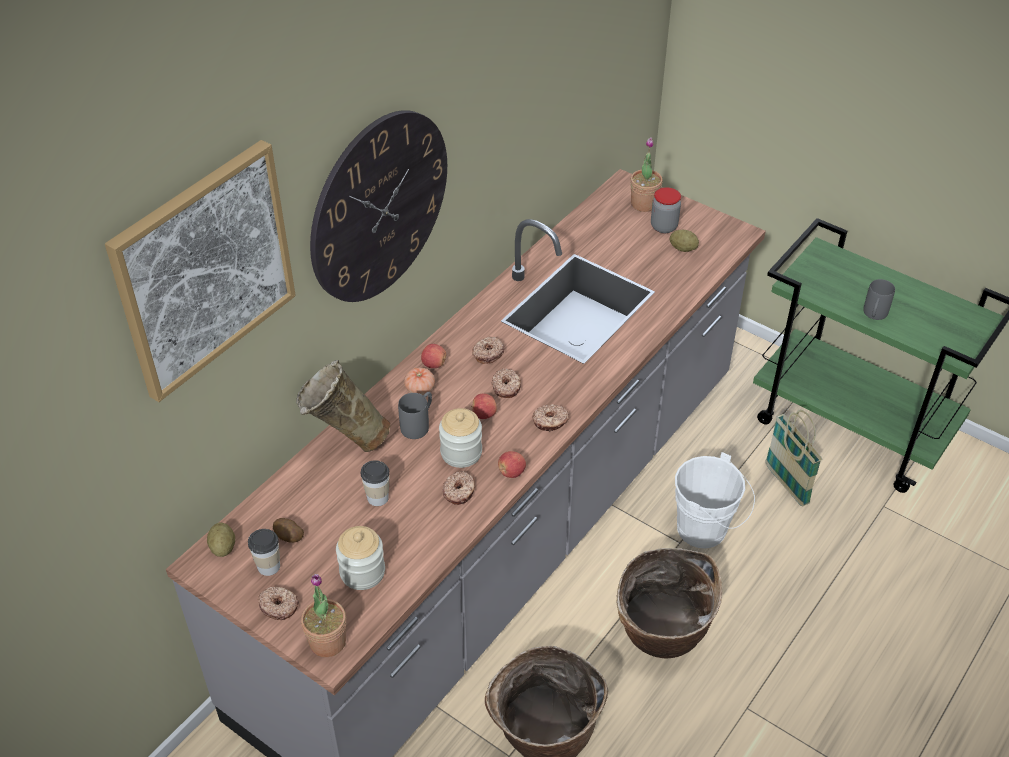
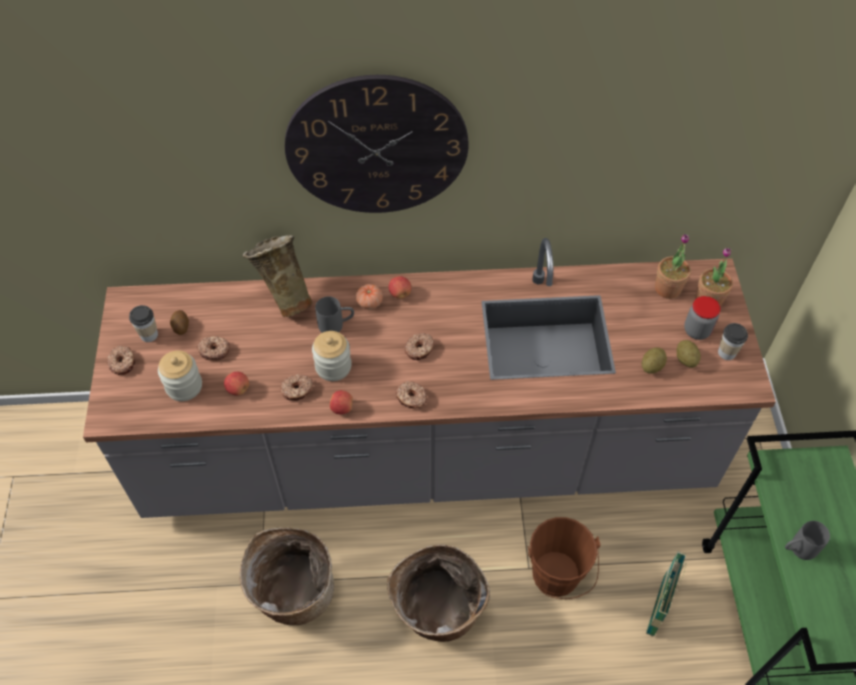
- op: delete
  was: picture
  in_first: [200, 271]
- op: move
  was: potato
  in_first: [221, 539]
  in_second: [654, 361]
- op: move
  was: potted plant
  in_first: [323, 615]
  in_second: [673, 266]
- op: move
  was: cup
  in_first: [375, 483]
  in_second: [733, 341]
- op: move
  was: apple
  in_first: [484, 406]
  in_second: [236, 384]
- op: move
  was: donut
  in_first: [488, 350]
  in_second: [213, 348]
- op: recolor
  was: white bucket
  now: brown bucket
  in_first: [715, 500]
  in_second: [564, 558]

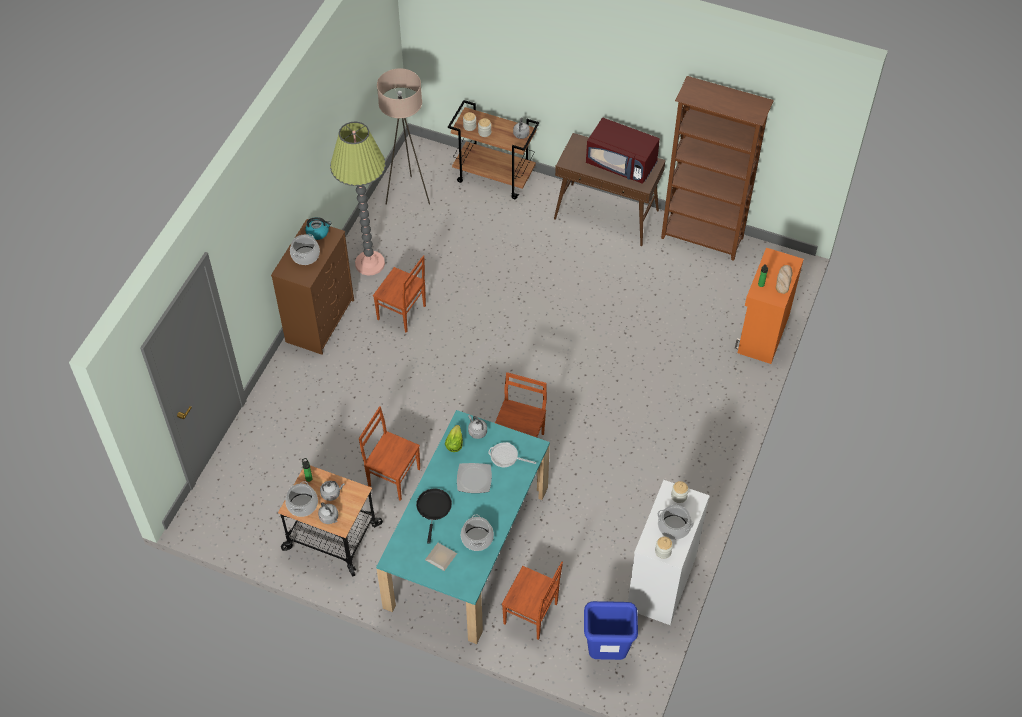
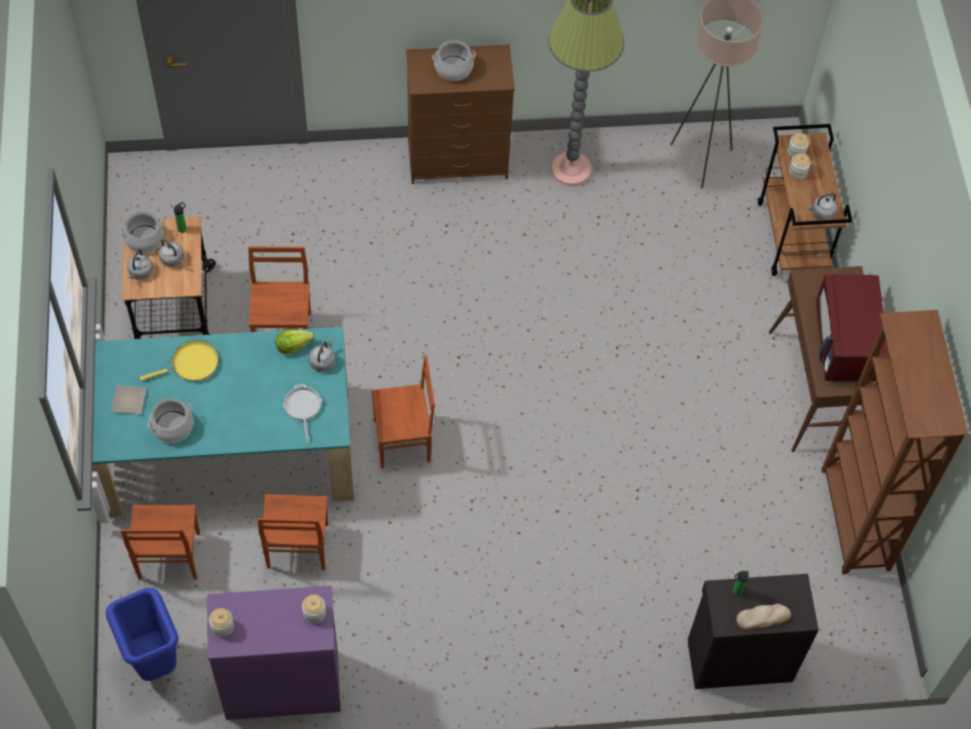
- op: delete
  was: kettle
  in_first: [318, 228]
- op: delete
  was: plate
  in_first: [474, 478]
- op: delete
  was: cooking pot
  in_first: [675, 522]
- op: move
  was: brown chair
  in_first: [399, 294]
  in_second: [293, 532]
- op: recolor
  was: black frying pan
  now: yellow frying pan
  in_first: [434, 516]
  in_second: [179, 361]
- op: recolor
  was: white dresser
  now: purple dresser
  in_first: [669, 552]
  in_second: [274, 653]
- op: recolor
  was: orange cabinet
  now: black cabinet
  in_first: [769, 306]
  in_second: [753, 631]

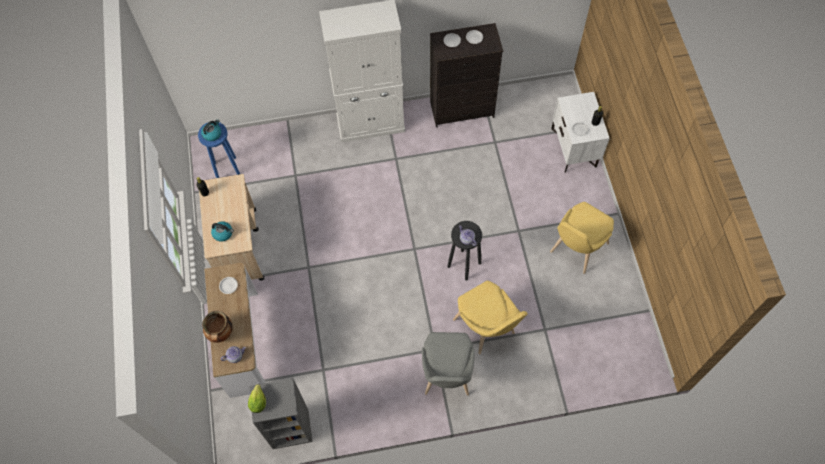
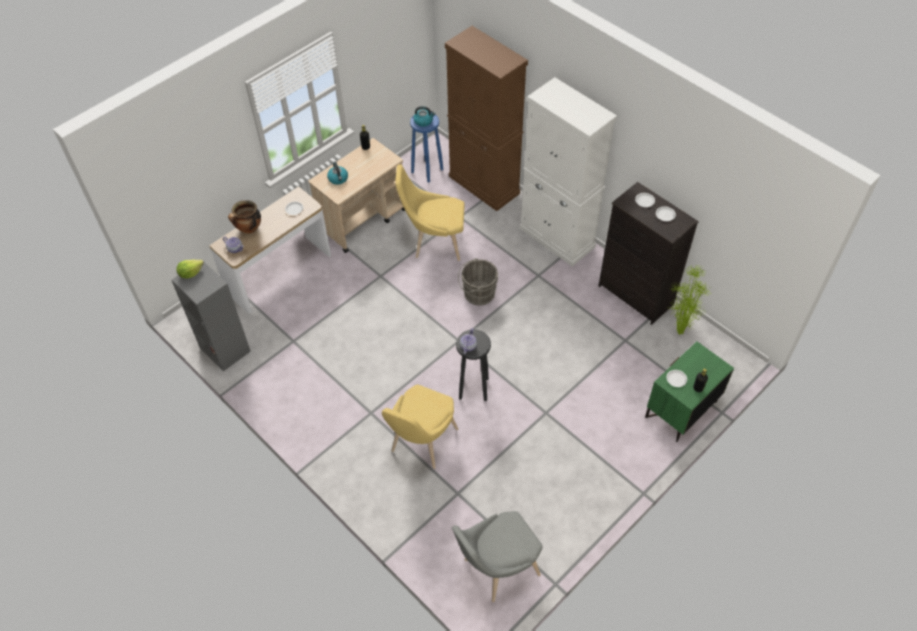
- op: insert
  now: brown cabinet
  in_second: [486, 118]
- op: insert
  now: grey bucket
  in_second: [478, 282]
- op: insert
  now: potted plant
  in_second: [690, 300]
- op: move
  was: grey chair
  in_first: [448, 364]
  in_second: [497, 556]
- op: move
  was: yellow chair
  in_first: [582, 238]
  in_second: [430, 212]
- op: recolor
  was: white nightstand
  now: green nightstand
  in_first: [580, 132]
  in_second: [689, 391]

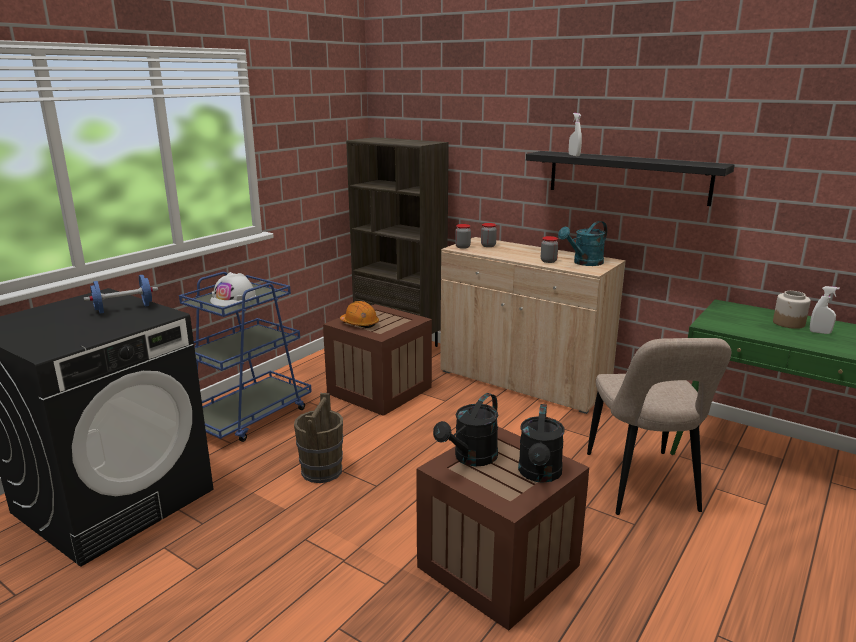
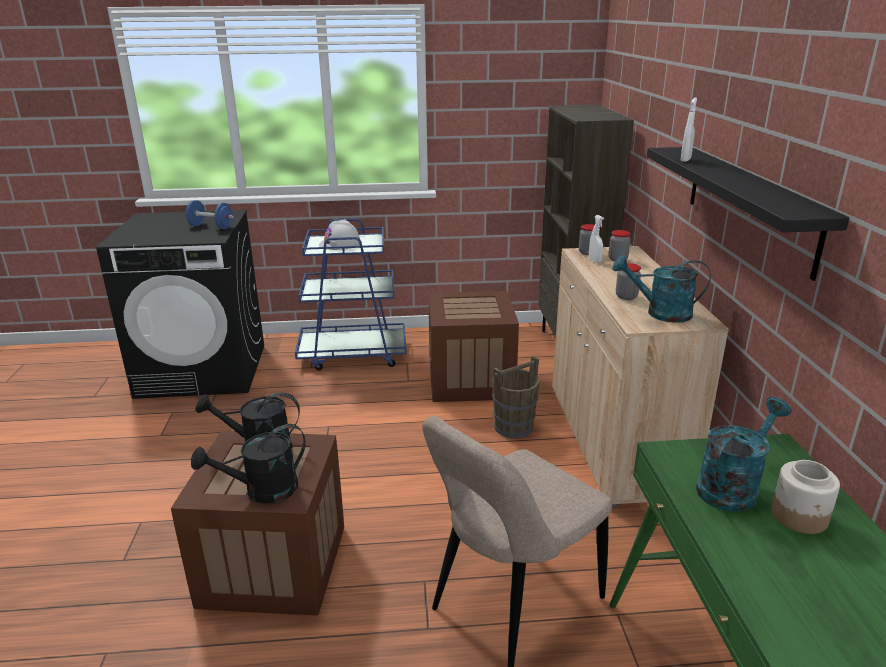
- op: delete
  was: orange hard hat
  in_first: [359, 314]
- op: insert
  now: turquoise watering can
  in_second: [743, 454]
- op: move
  was: brown bucket
  in_first: [318, 438]
  in_second: [516, 397]
- op: move
  was: white spray bottle
  in_first: [825, 310]
  in_second: [596, 239]

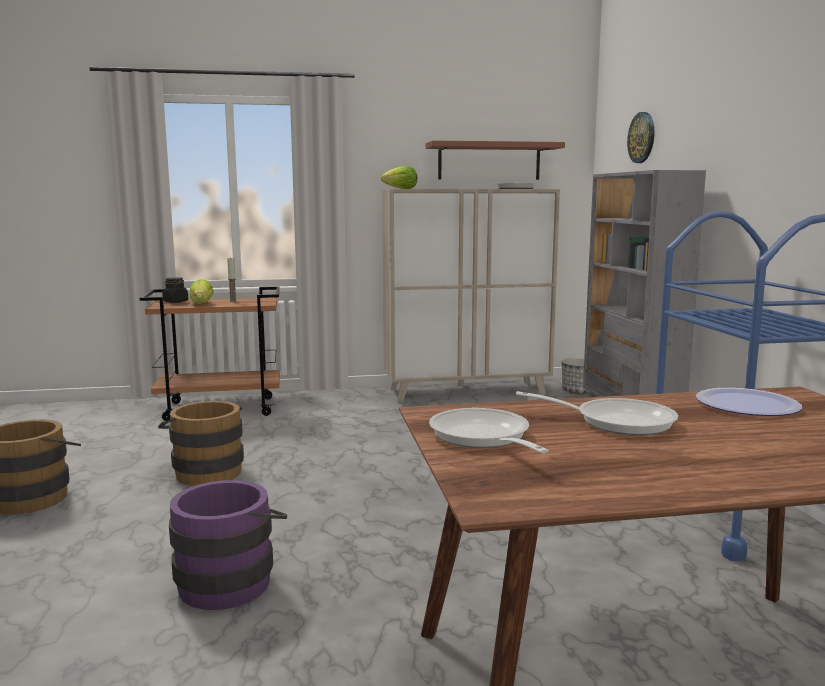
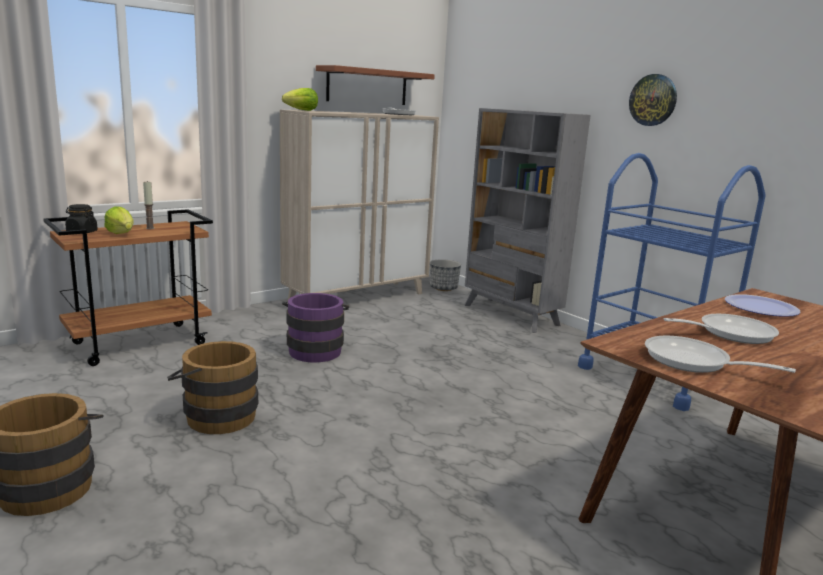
- op: move
  was: purple bucket
  in_first: [228, 545]
  in_second: [315, 327]
- op: move
  was: wall clock
  in_first: [640, 137]
  in_second: [653, 100]

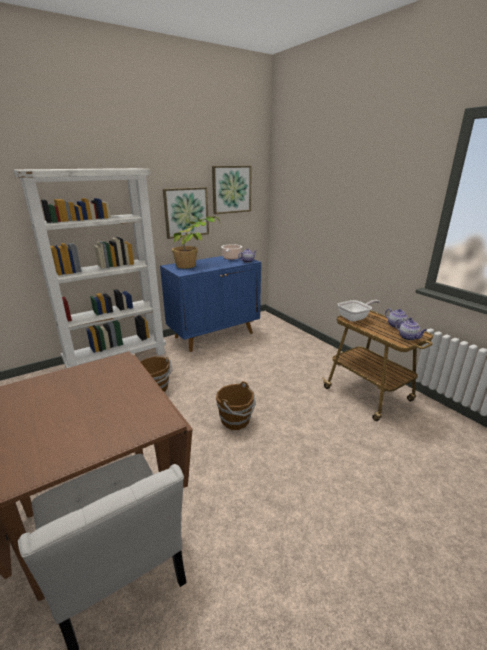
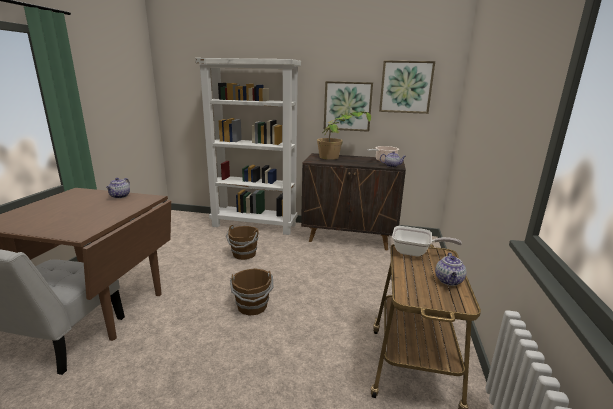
- op: move
  was: teapot
  in_first: [411, 329]
  in_second: [118, 188]
- op: recolor
  was: blue cabinet
  now: brown cabinet
  in_first: [210, 304]
  in_second: [353, 201]

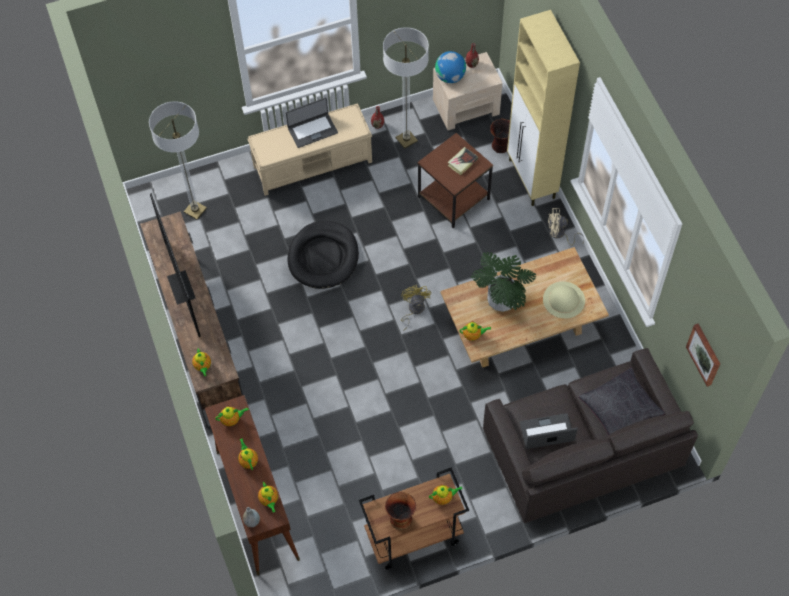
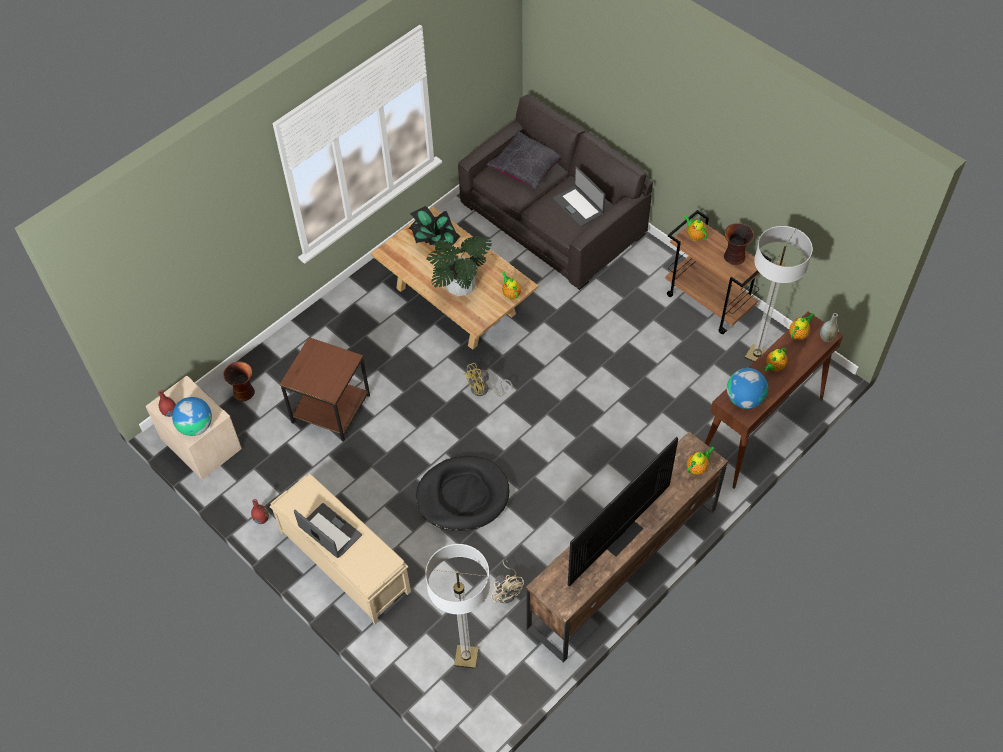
- op: delete
  was: book
  in_first: [463, 161]
- op: delete
  was: beige cabinet
  in_first: [543, 108]
- op: delete
  was: picture
  in_first: [703, 355]
- op: move
  was: floor lamp
  in_first: [406, 88]
  in_second: [779, 294]
- op: move
  was: beige fan
  in_first: [566, 227]
  in_second: [507, 581]
- op: replace
  was: teapot
  now: globe
  in_first: [232, 416]
  in_second: [747, 388]
- op: replace
  was: beige hat
  now: potted plant
  in_first: [564, 300]
  in_second: [434, 226]

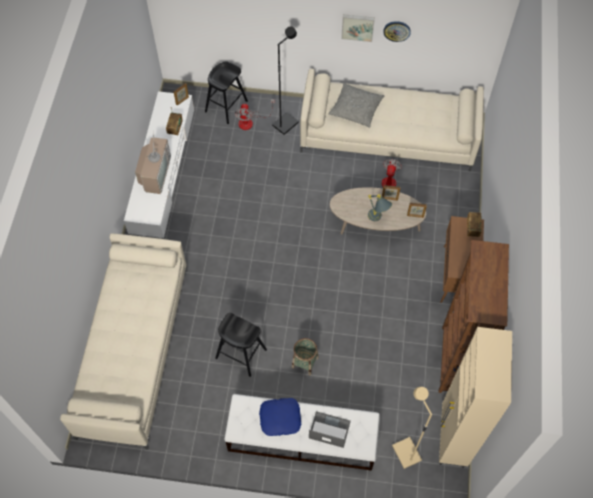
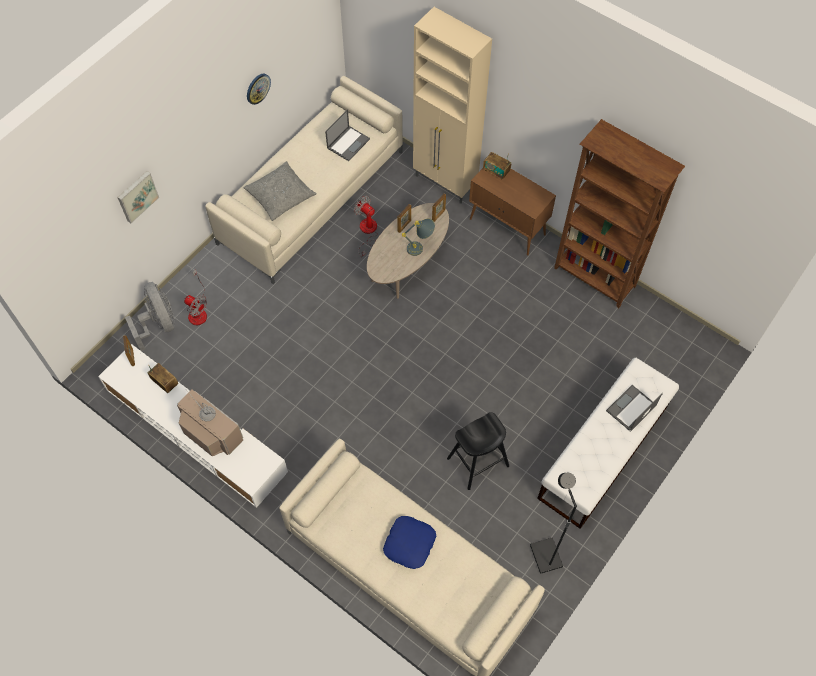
- op: delete
  was: basket
  in_first: [305, 357]
- op: delete
  was: beige floor lamp
  in_first: [412, 428]
- op: insert
  now: laptop
  in_second: [347, 135]
- op: move
  was: blue pillow
  in_first: [280, 417]
  in_second: [409, 542]
- op: move
  was: black floor lamp
  in_first: [285, 80]
  in_second: [553, 523]
- op: move
  was: picture
  in_first: [358, 28]
  in_second: [138, 197]
- op: move
  was: beige cabinet
  in_first: [475, 397]
  in_second: [452, 105]
- op: replace
  was: black stool
  now: grey fan
  in_first: [226, 93]
  in_second: [150, 316]

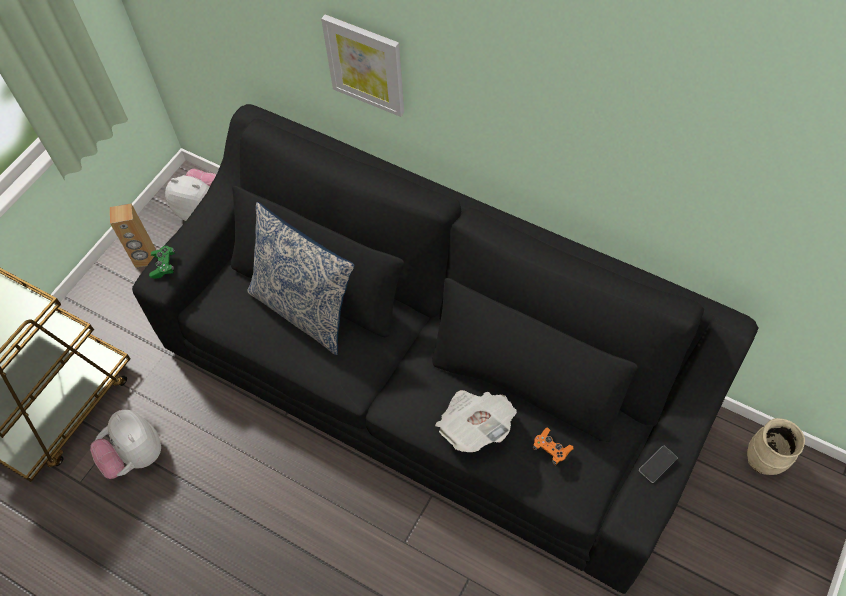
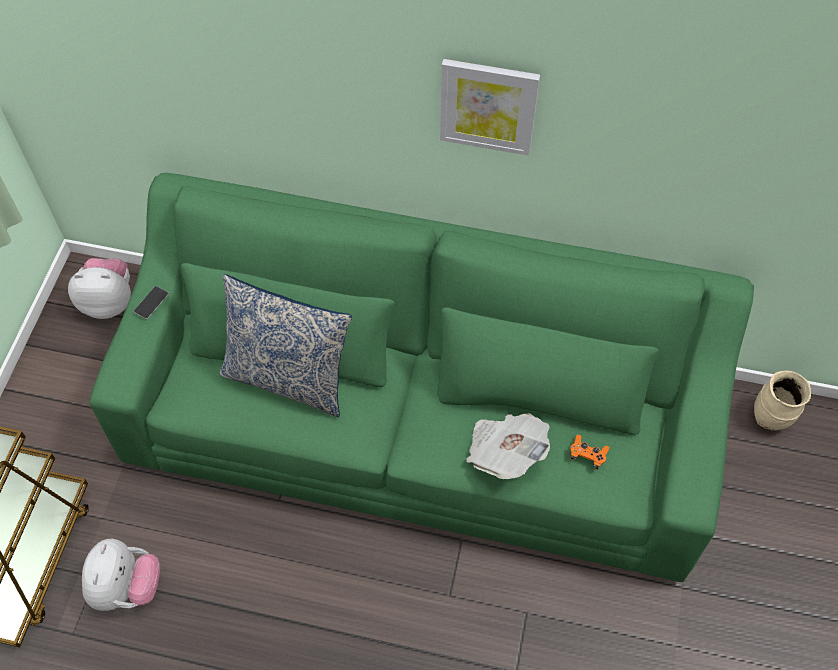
- op: delete
  was: brown speaker
  in_first: [133, 235]
- op: delete
  was: green game controller
  in_first: [162, 262]
- op: move
  was: picture
  in_first: [362, 65]
  in_second: [490, 107]
- op: move
  was: phone
  in_first: [658, 464]
  in_second: [151, 302]
- op: recolor
  was: black sofa
  now: green sofa
  in_first: [445, 349]
  in_second: [421, 377]
- op: rotate
  was: plush toy
  in_first: [125, 444]
  in_second: [121, 575]
  clockwise: -120

